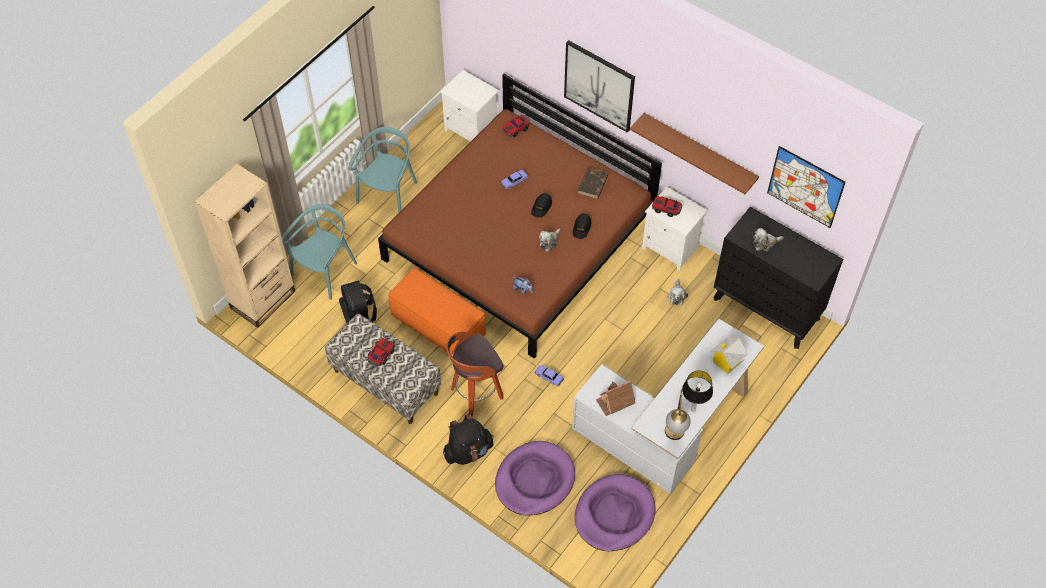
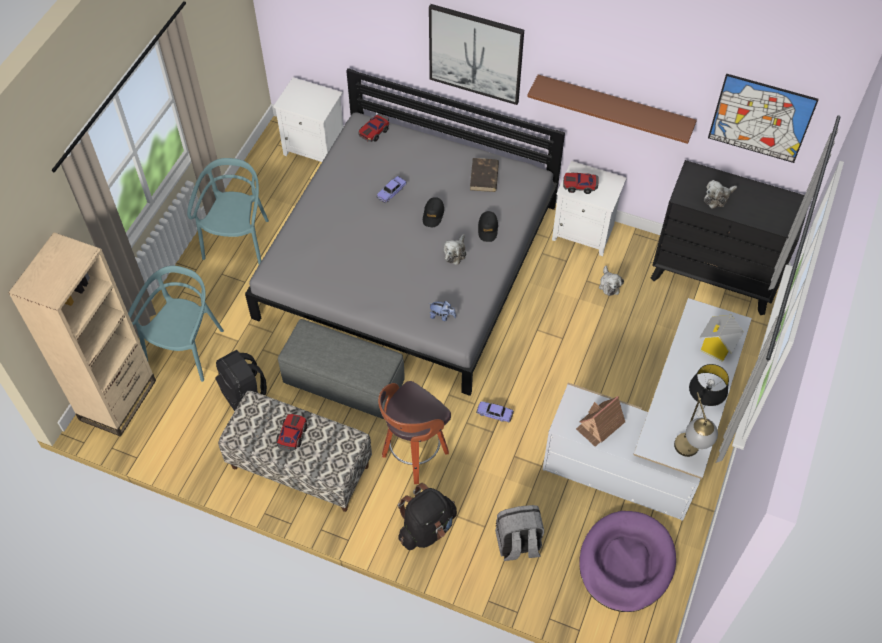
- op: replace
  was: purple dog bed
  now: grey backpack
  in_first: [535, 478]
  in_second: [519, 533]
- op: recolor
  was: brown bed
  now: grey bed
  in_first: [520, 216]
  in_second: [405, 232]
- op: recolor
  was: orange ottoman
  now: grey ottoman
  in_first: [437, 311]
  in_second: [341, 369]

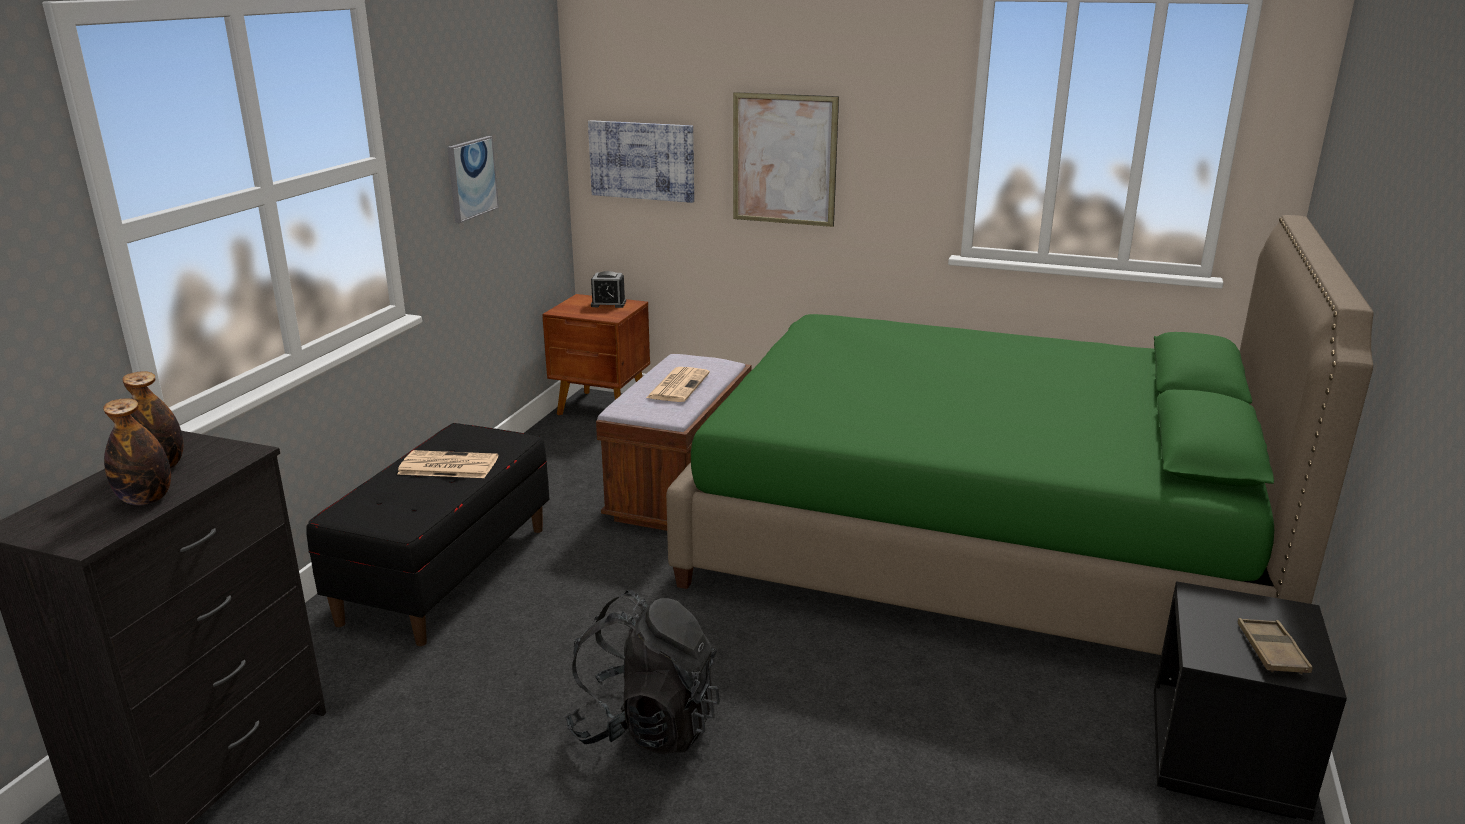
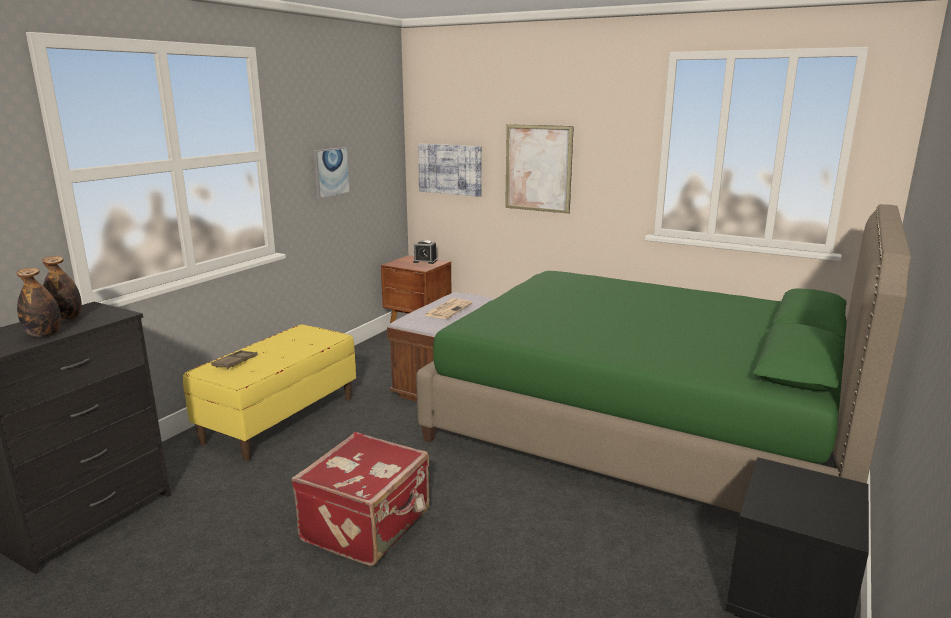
- op: delete
  was: newspaper
  in_first: [447, 464]
- op: move
  was: brown tray
  in_first: [1275, 646]
  in_second: [234, 359]
- op: replace
  was: black backpack
  now: red suitcase
  in_first: [642, 673]
  in_second: [360, 499]
- op: recolor
  was: black bench
  now: yellow bench
  in_first: [428, 534]
  in_second: [269, 392]

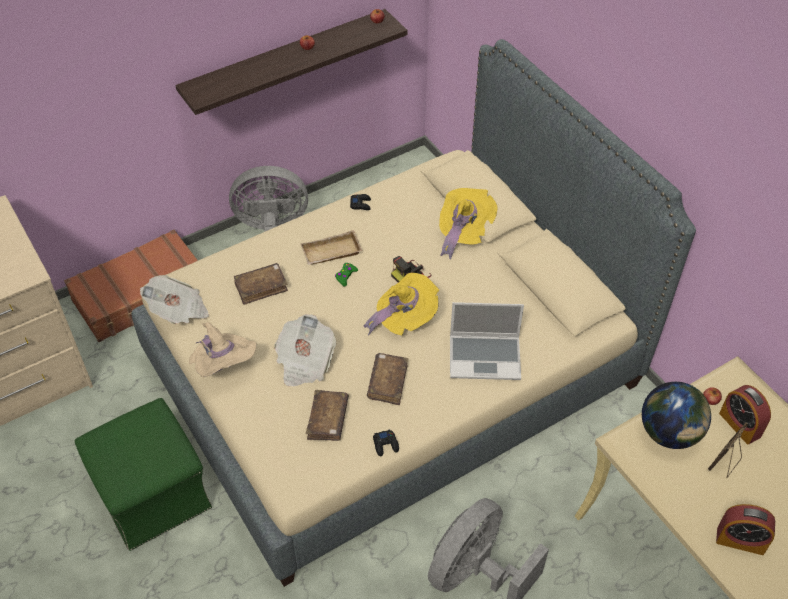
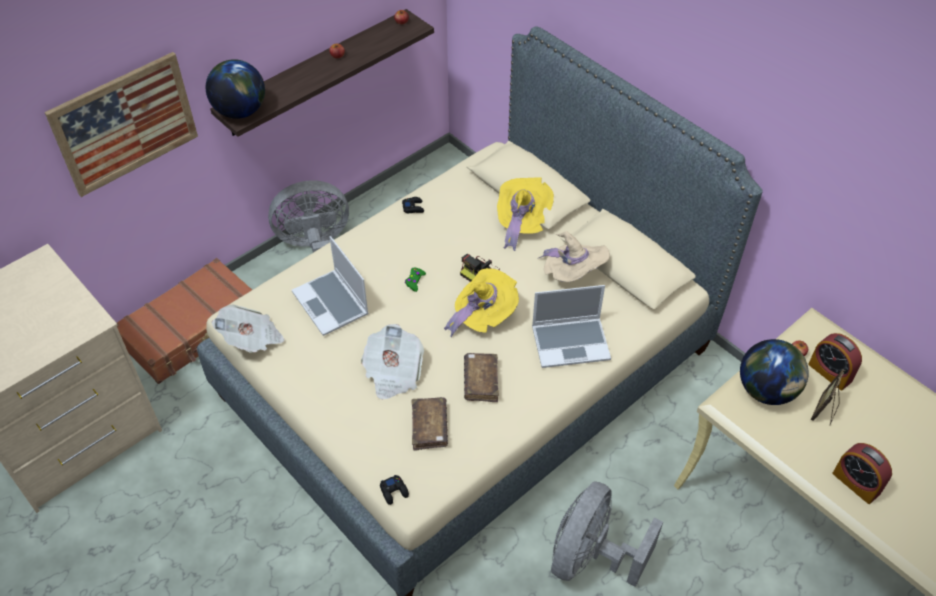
- op: delete
  was: green ottoman
  in_first: [143, 474]
- op: delete
  was: beige tray
  in_first: [331, 247]
- op: insert
  now: picture
  in_second: [121, 124]
- op: insert
  now: globe
  in_second: [235, 89]
- op: move
  was: beige hat
  in_first: [222, 349]
  in_second: [573, 256]
- op: move
  was: black game controller
  in_first: [386, 442]
  in_second: [394, 490]
- op: replace
  was: brown book
  now: laptop
  in_first: [261, 284]
  in_second: [330, 286]
- op: rotate
  was: alarm clock
  in_first: [745, 529]
  in_second: [862, 473]
  clockwise: 45

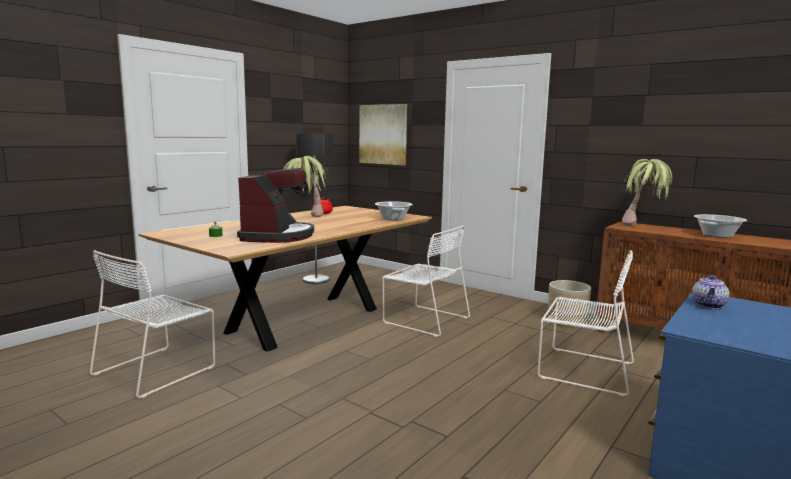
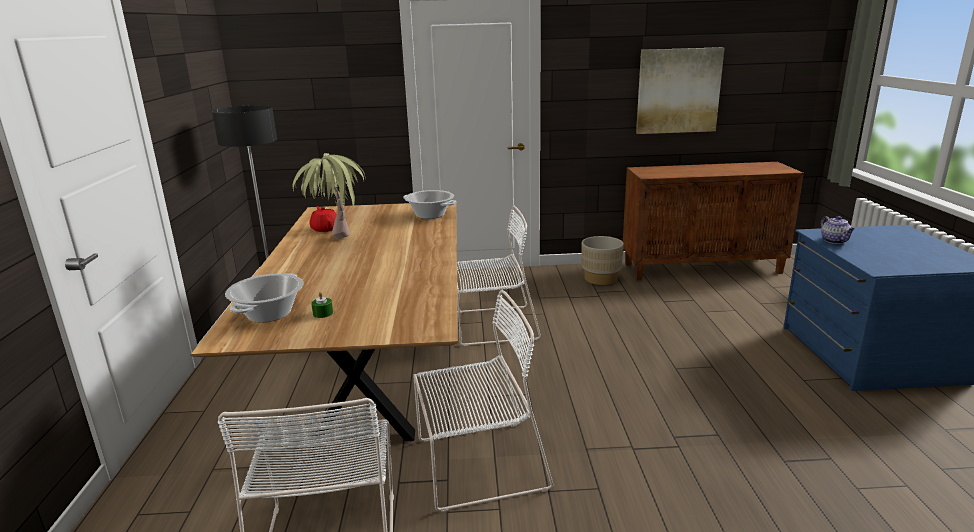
- op: delete
  was: coffee machine
  in_first: [275, 205]
- op: delete
  was: potted plant
  in_first: [647, 192]
- op: move
  was: picture
  in_first: [383, 134]
  in_second: [680, 90]
- op: move
  was: white chair
  in_first: [585, 323]
  in_second: [483, 401]
- op: move
  was: cooking pot
  in_first: [720, 226]
  in_second: [264, 298]

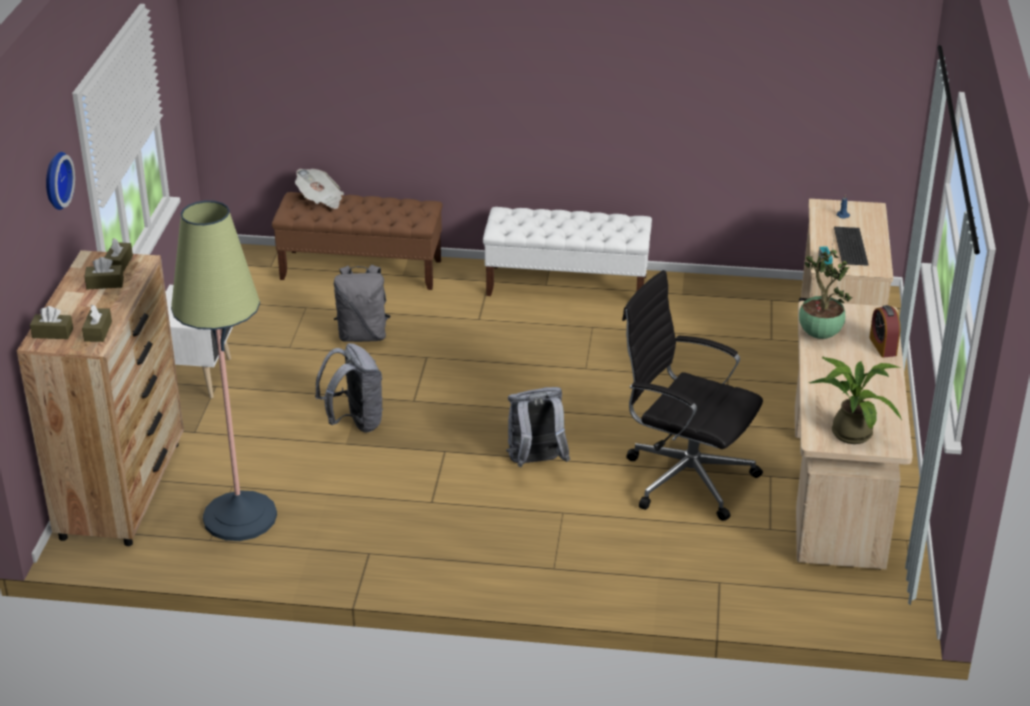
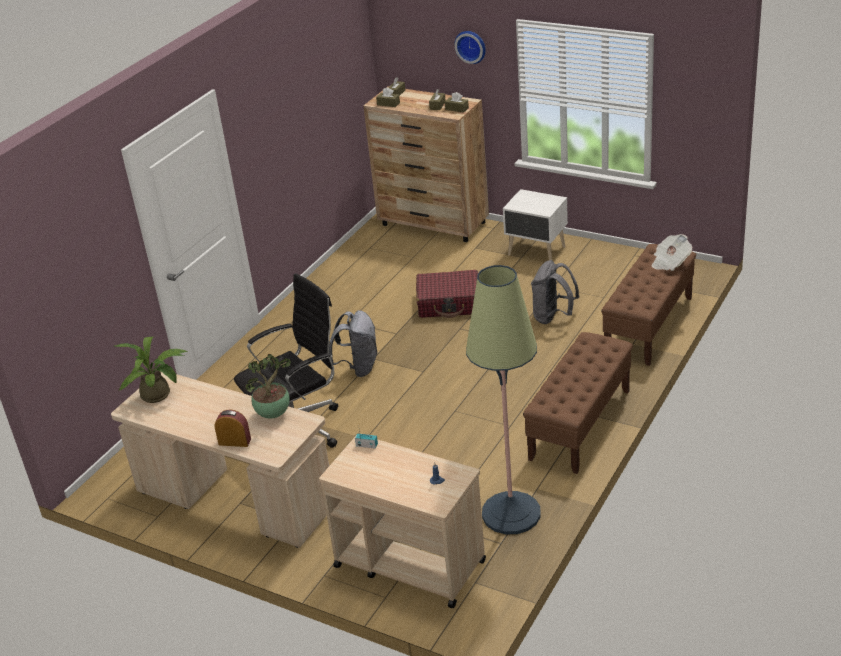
- op: delete
  was: keyboard
  in_first: [851, 246]
- op: move
  was: floor lamp
  in_first: [224, 370]
  in_second: [503, 399]
- op: replace
  was: grey backpack
  now: red suitcase
  in_first: [349, 388]
  in_second: [447, 294]
- op: recolor
  was: white bench
  now: brown bench
  in_first: [567, 251]
  in_second: [578, 403]

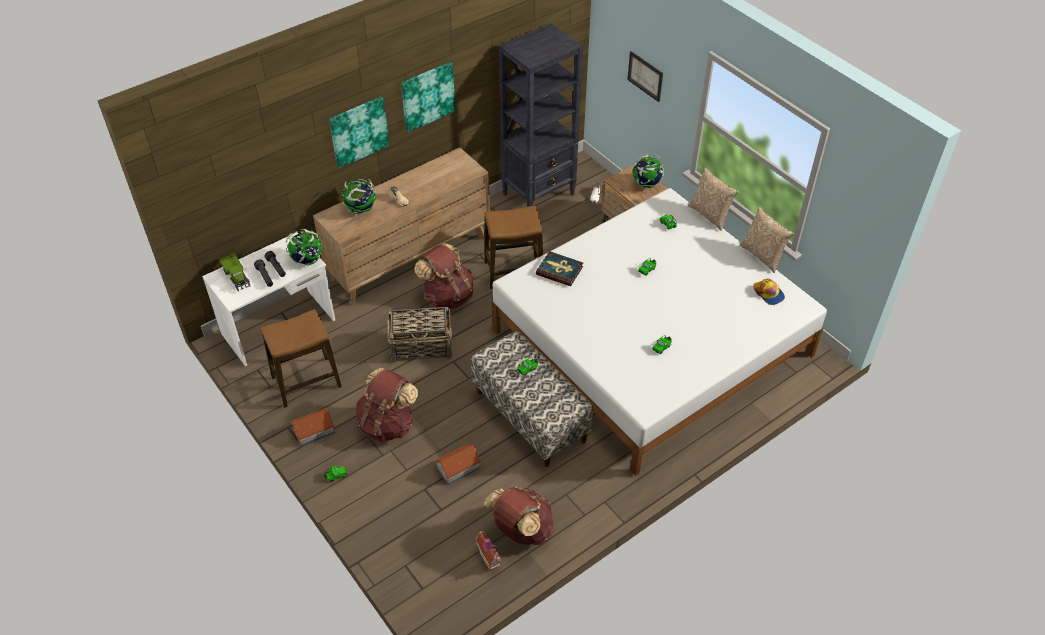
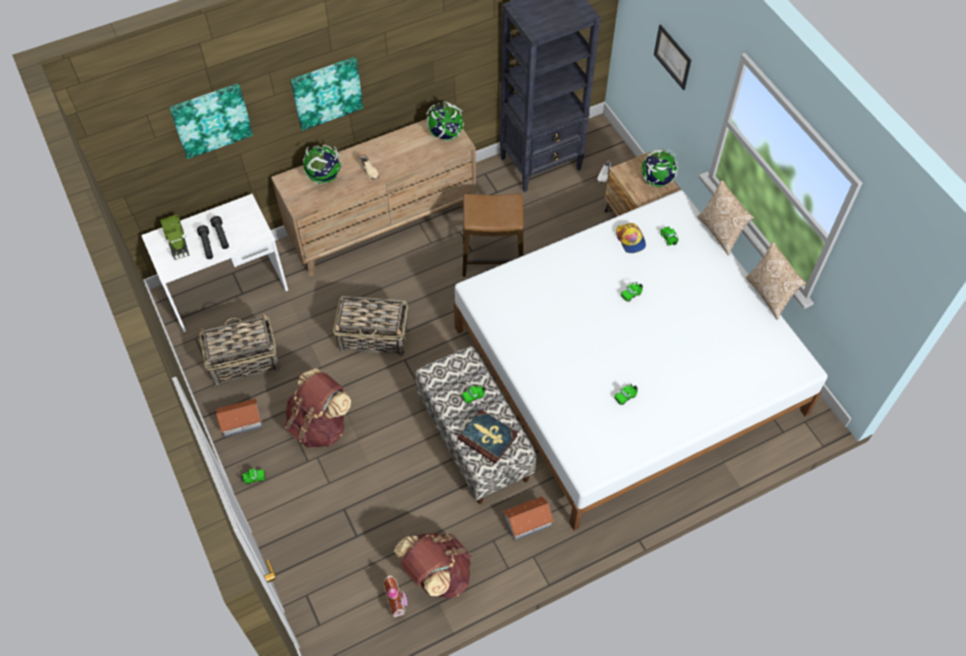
- op: delete
  was: brown backpack
  in_first: [443, 275]
- op: move
  was: globe
  in_first: [304, 247]
  in_second: [445, 121]
- op: move
  was: picture
  in_first: [428, 97]
  in_second: [211, 121]
- op: move
  was: toy house
  in_first: [458, 464]
  in_second: [528, 518]
- op: move
  was: book
  in_first: [559, 268]
  in_second: [488, 436]
- op: move
  was: cap
  in_first: [769, 291]
  in_second: [631, 238]
- op: replace
  was: stool
  now: basket
  in_first: [301, 358]
  in_second: [240, 350]

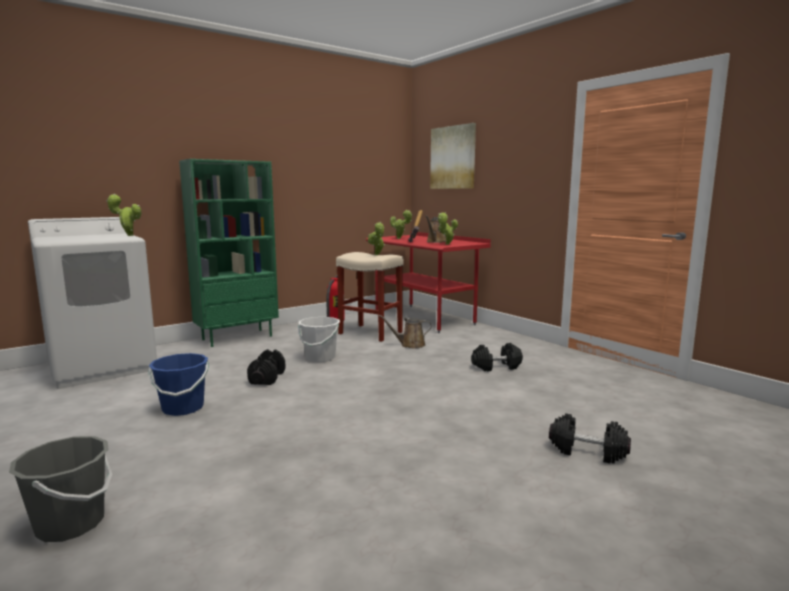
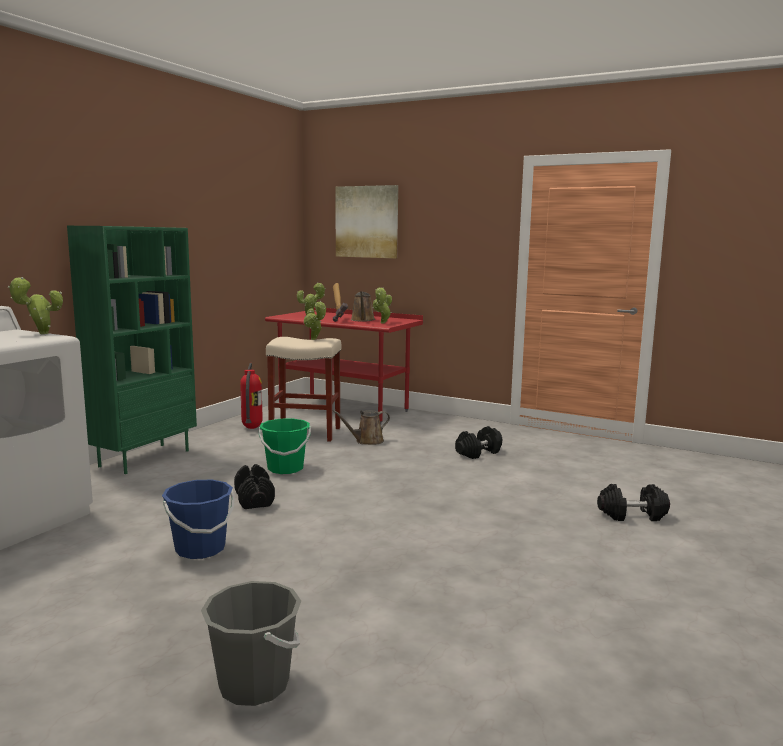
- op: recolor
  was: white bucket
  now: green bucket
  in_first: [319, 339]
  in_second: [285, 446]

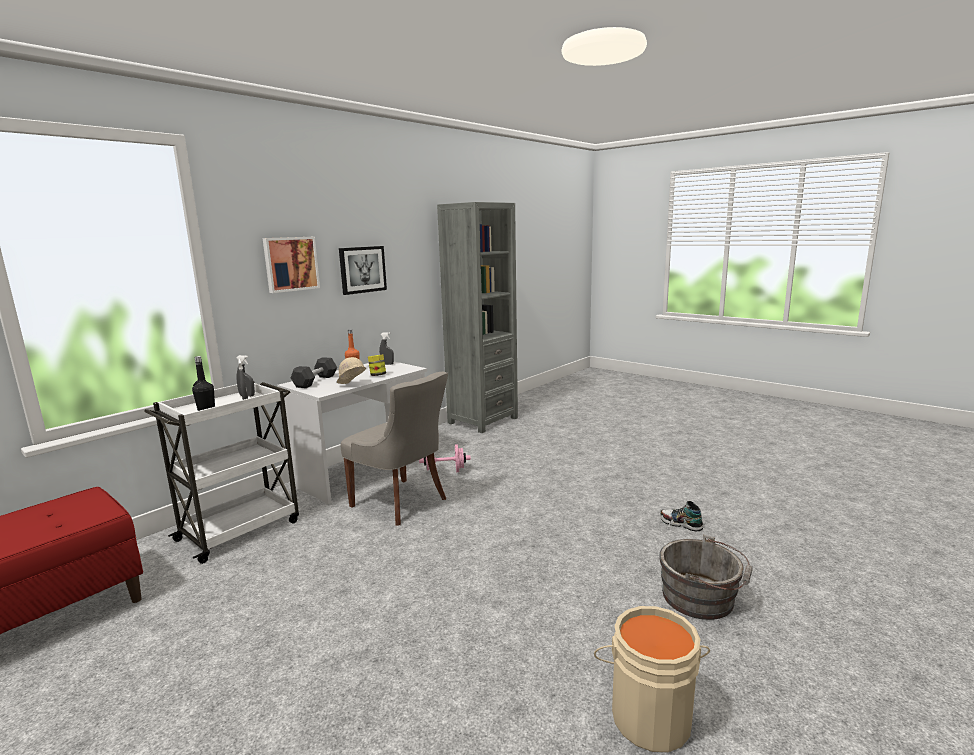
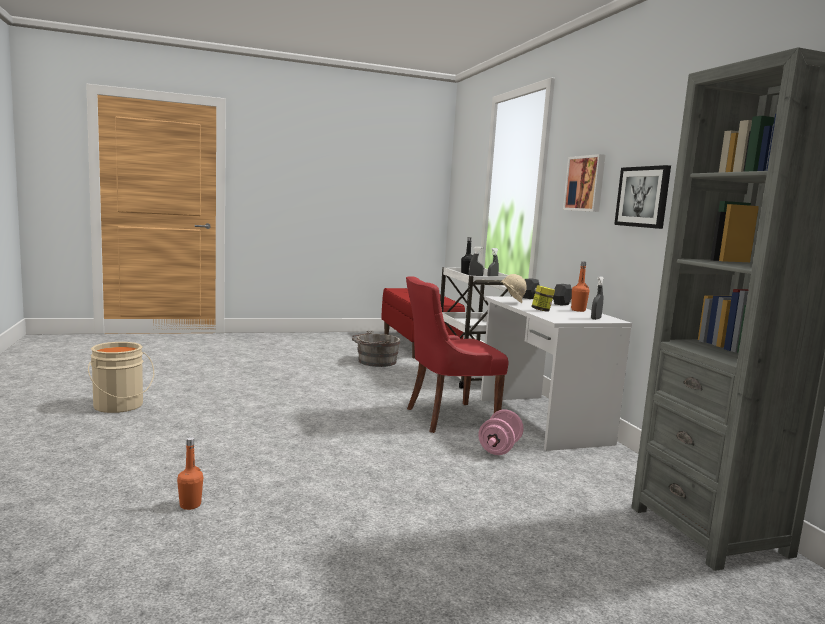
- op: move
  was: grey bucket
  in_first: [706, 577]
  in_second: [376, 348]
- op: replace
  was: shoe
  now: orange bottle
  in_first: [681, 516]
  in_second: [190, 473]
- op: recolor
  was: grey chair
  now: red chair
  in_first: [394, 449]
  in_second: [457, 354]

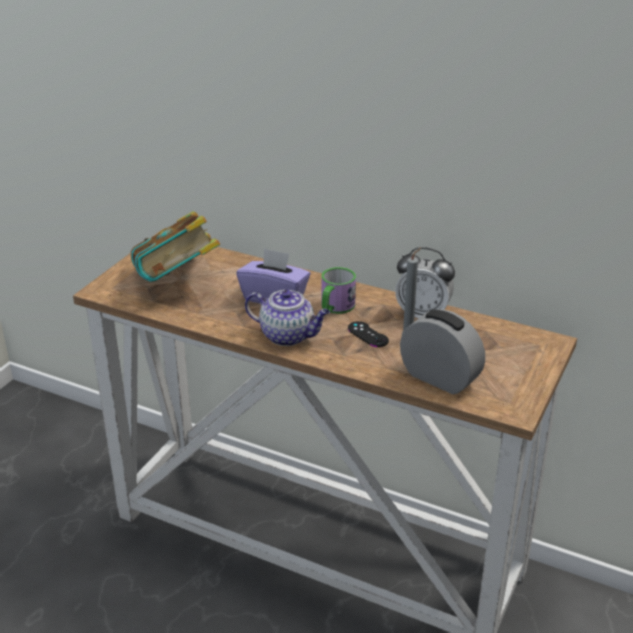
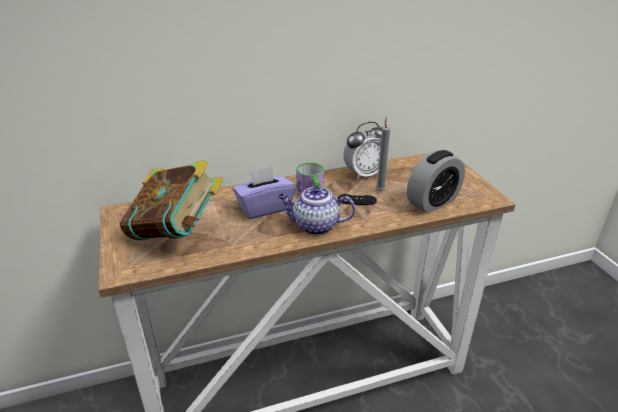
- op: rotate
  was: teapot
  in_first: [287, 318]
  in_second: [317, 210]
  clockwise: -150
- op: rotate
  was: alarm clock
  in_first: [442, 351]
  in_second: [436, 181]
  clockwise: 150

